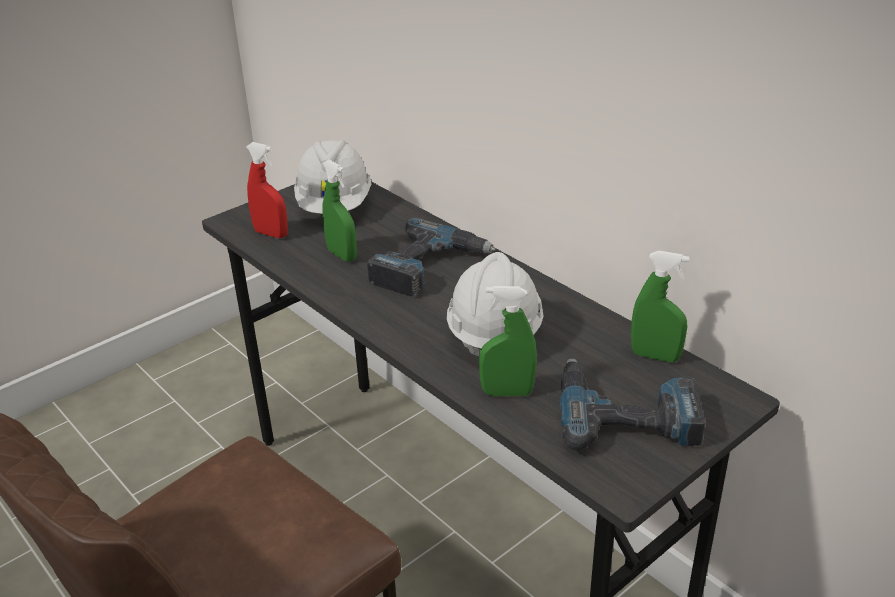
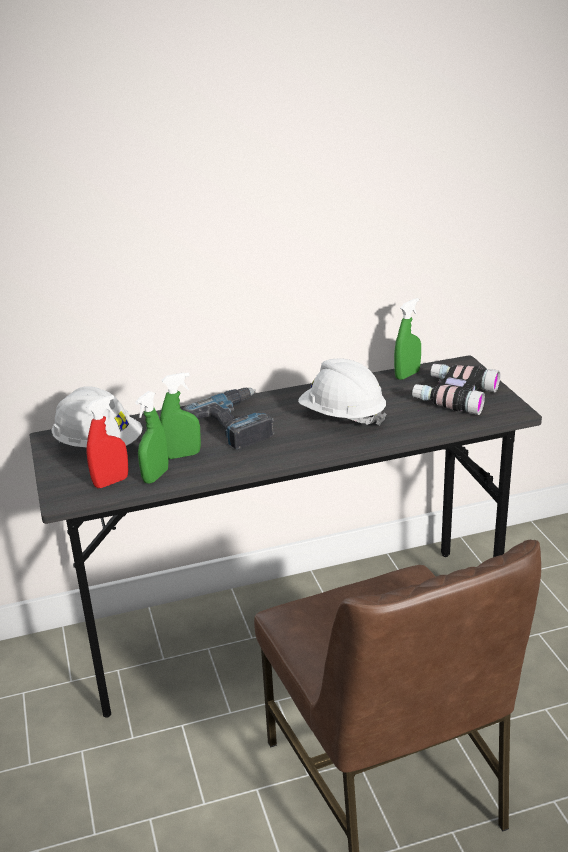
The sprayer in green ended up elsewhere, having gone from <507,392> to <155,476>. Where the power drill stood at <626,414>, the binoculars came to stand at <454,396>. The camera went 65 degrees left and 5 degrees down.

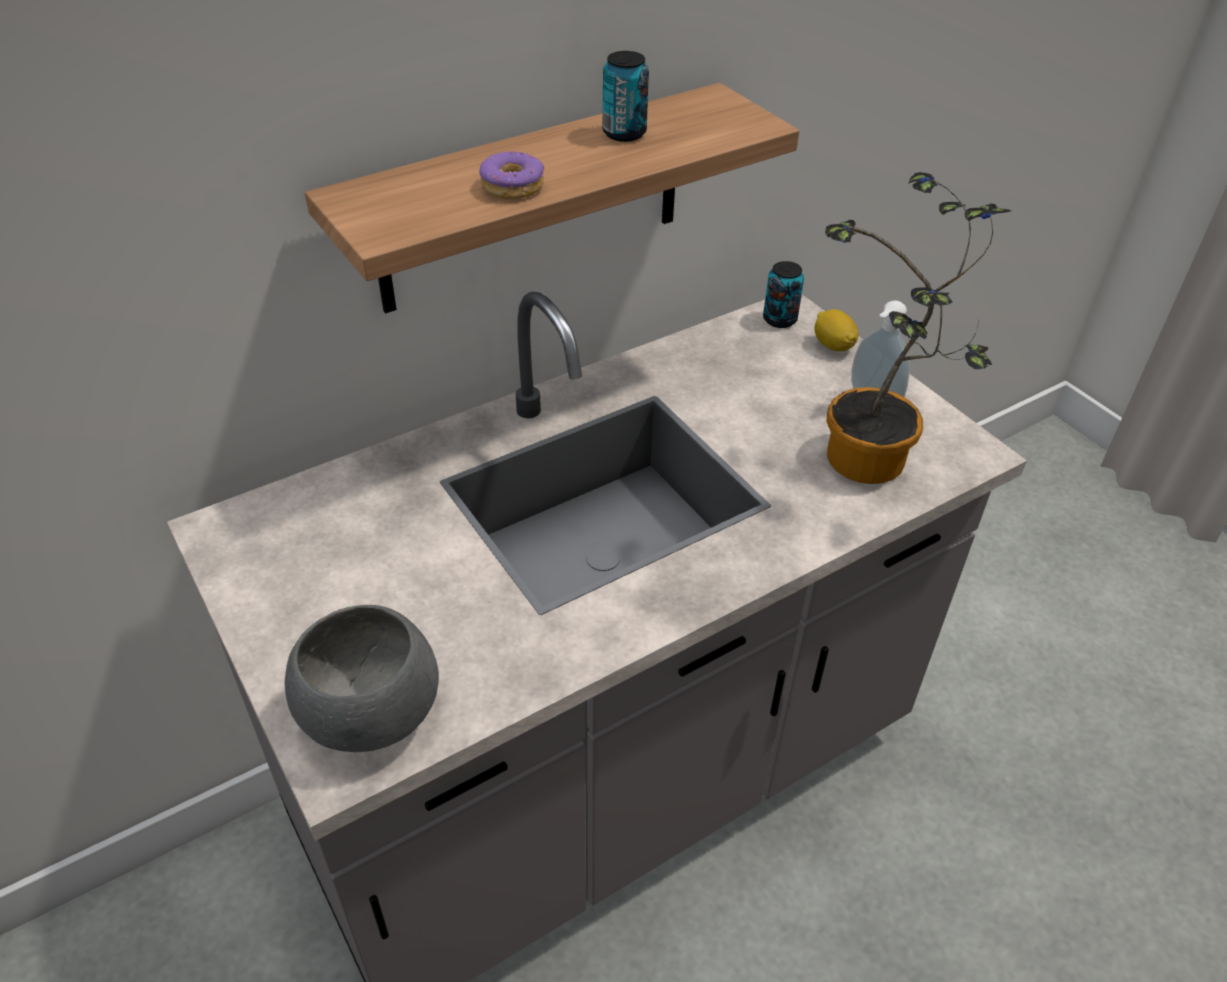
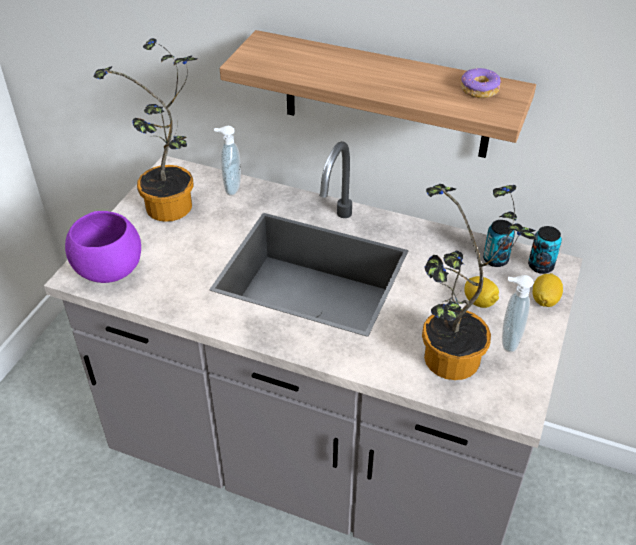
What was the deep dish in greyish at <370,714> turned into the deep dish in purplish at <110,269>. The ring doughnut ended up elsewhere, having gone from <513,186> to <480,90>. The sealed can ended up elsewhere, having gone from <624,133> to <495,259>. The second view gained the plant in a pot at <171,212>. The second view gained the soap bottle at <231,188>. The second view gained the lemon at <479,302>. The camera went 55 degrees right and 0 degrees up.

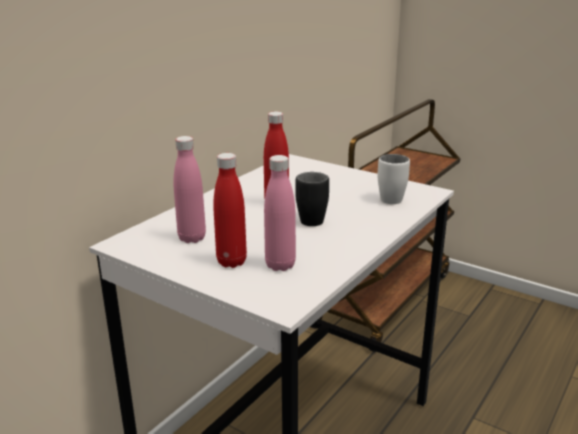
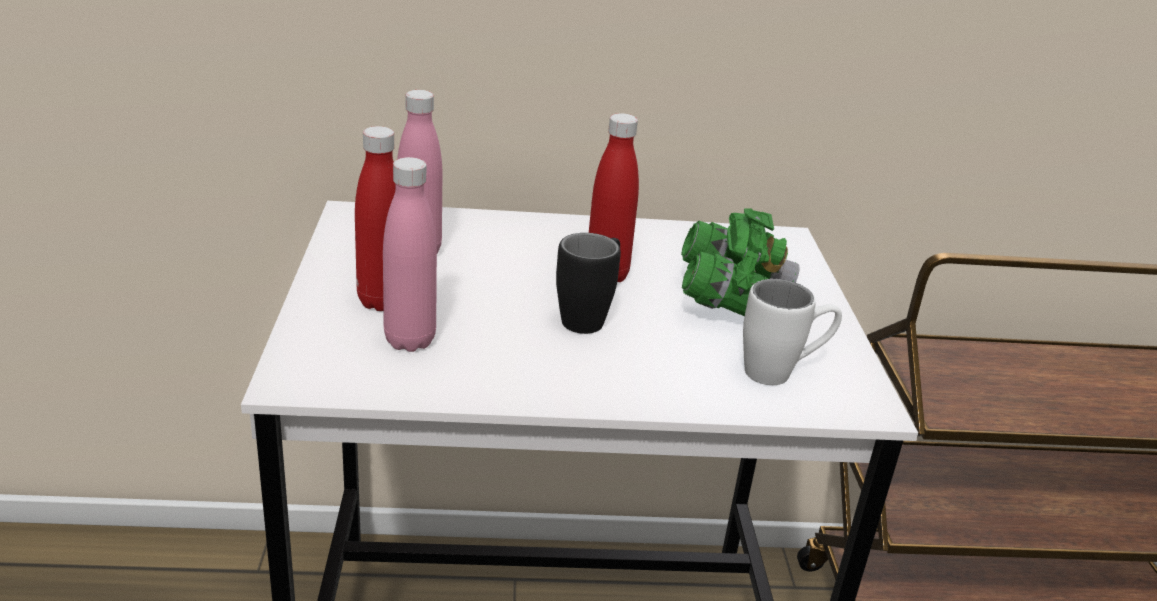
The second view gained the binoculars in green at <735,303>. The camera went 50 degrees right and 5 degrees up.

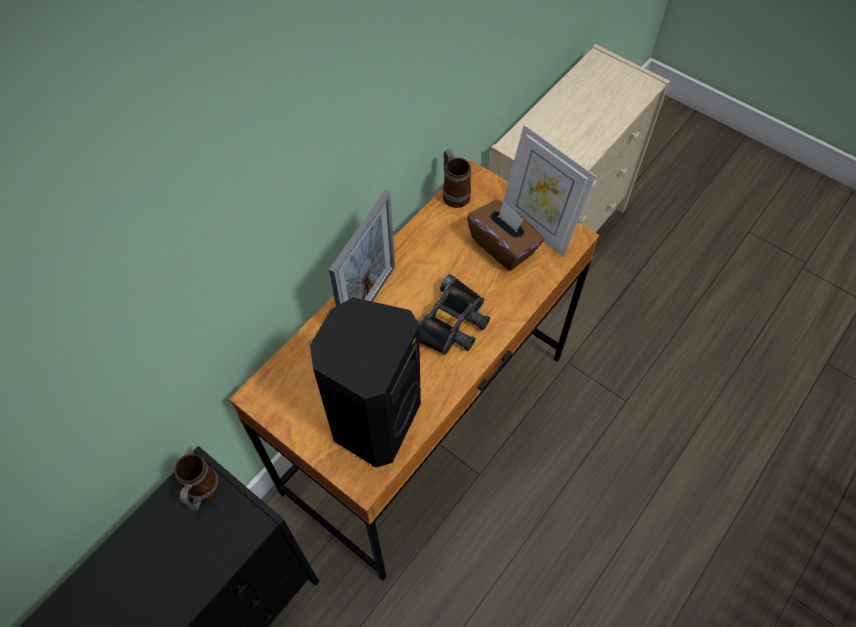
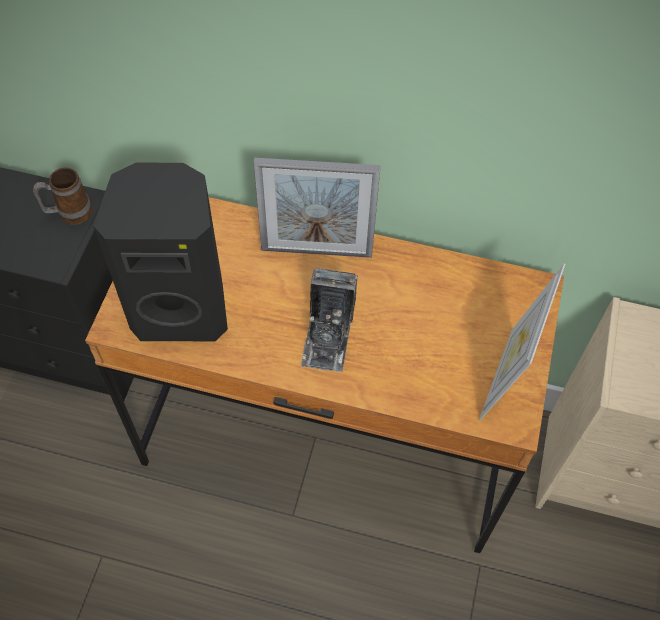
Where the binoculars in black stood at <451,323>, the still camera came to stand at <328,335>. The second view lost the tea mug at <454,193>. The second view lost the tissue holder in brown-coloured at <503,246>. The camera went 65 degrees right and 0 degrees up.

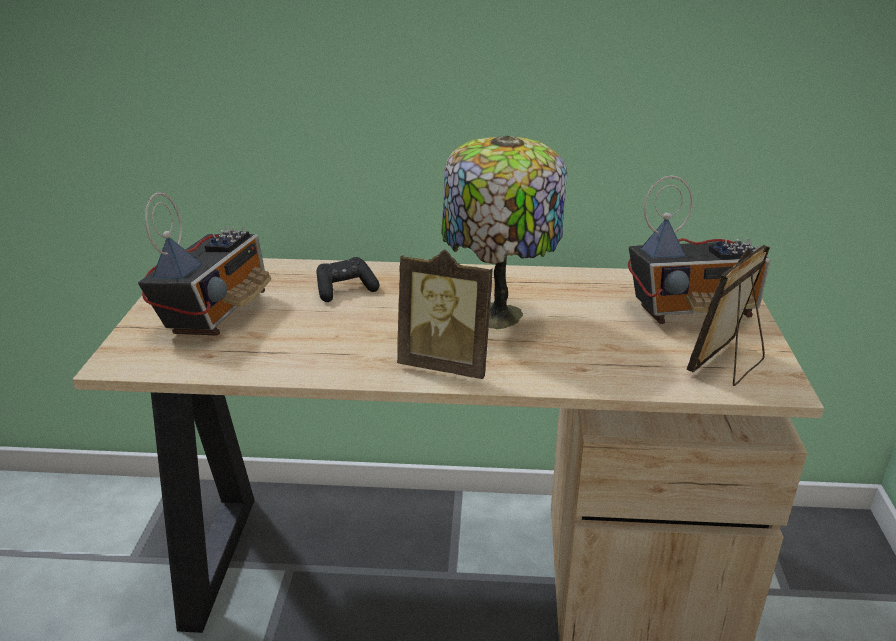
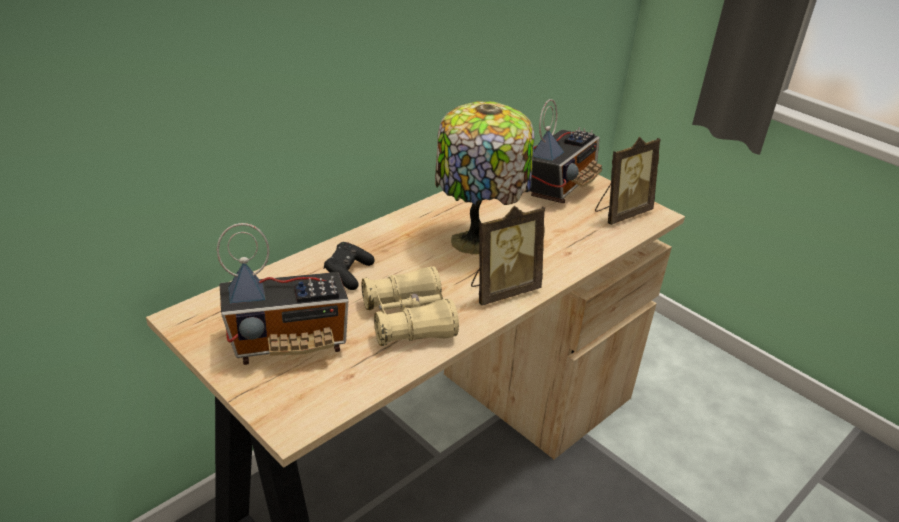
The radio set at <216,313> ended up facing another way, 105 degrees clockwise from before. The picture frame at <727,365> ended up facing another way, 120 degrees counterclockwise from before. The second view gained the binoculars in beige at <408,320>. The camera went 50 degrees left and 5 degrees up.

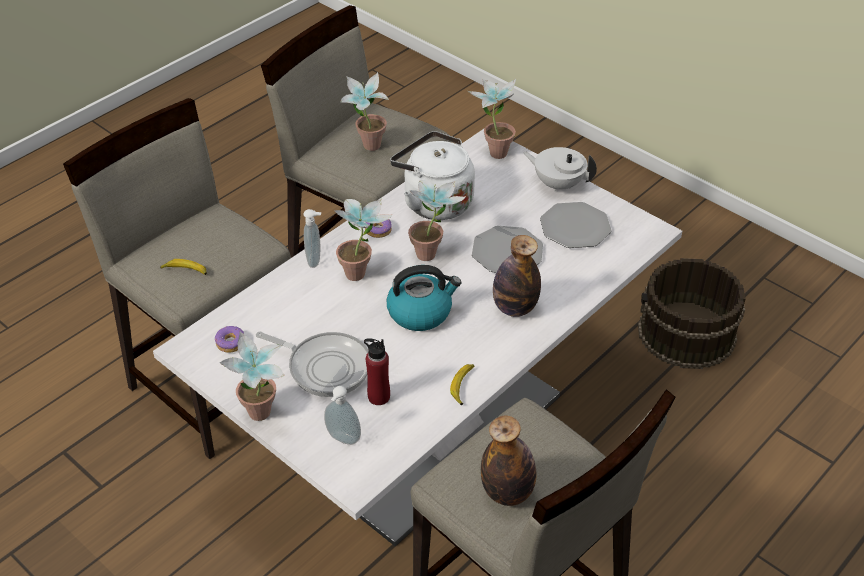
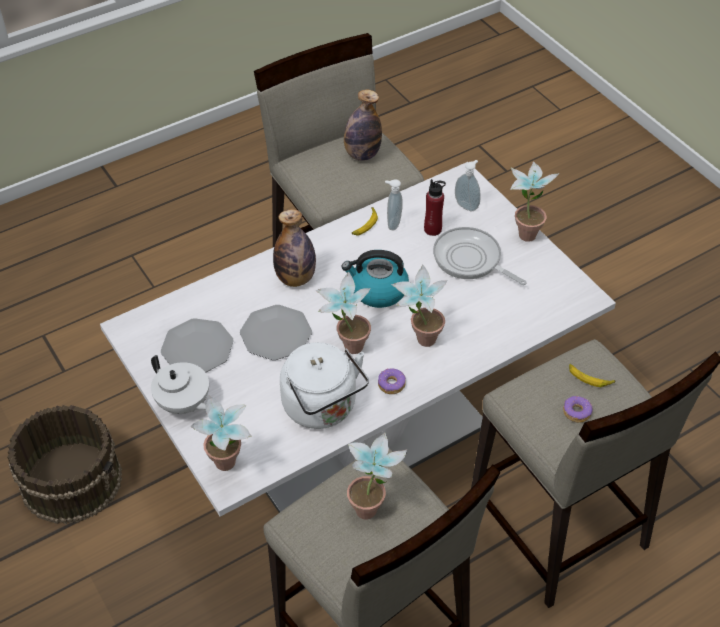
The ring doughnut ended up elsewhere, having gone from <231,343> to <576,412>. The soap bottle ended up elsewhere, having gone from <315,260> to <392,223>. The camera went 165 degrees left and 5 degrees up.

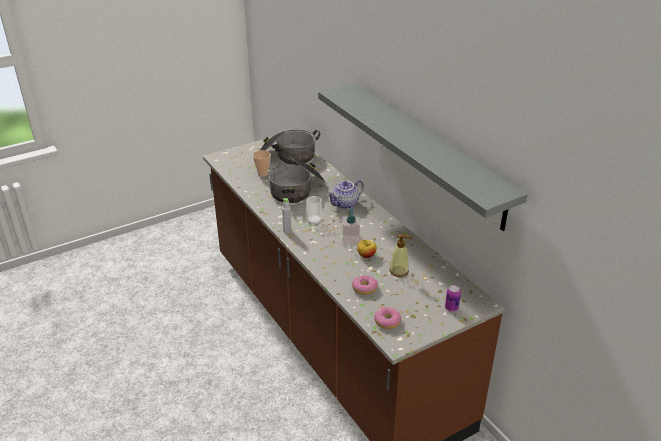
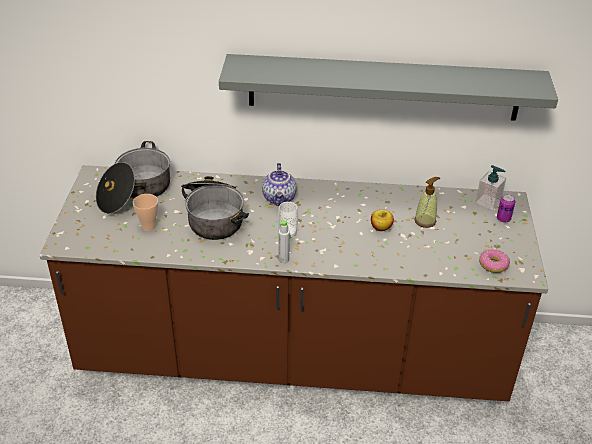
The soap bottle ended up elsewhere, having gone from <350,240> to <488,202>. The second view lost the ring doughnut at <365,288>. The camera went 55 degrees left and 5 degrees up.

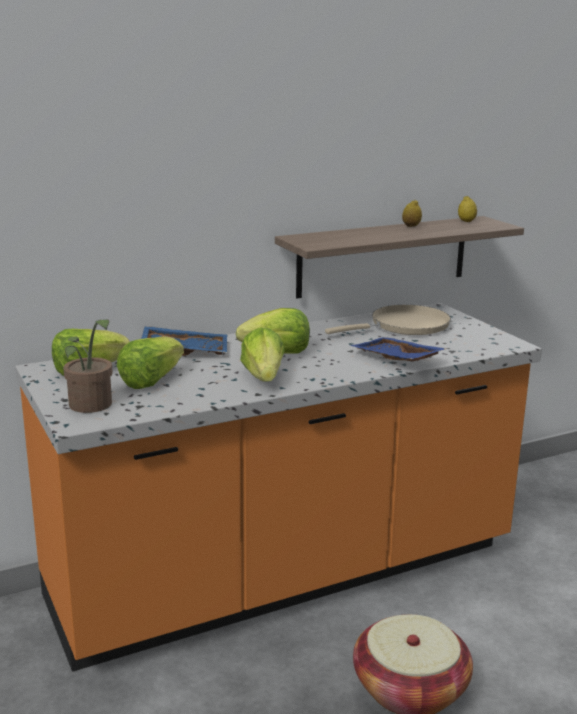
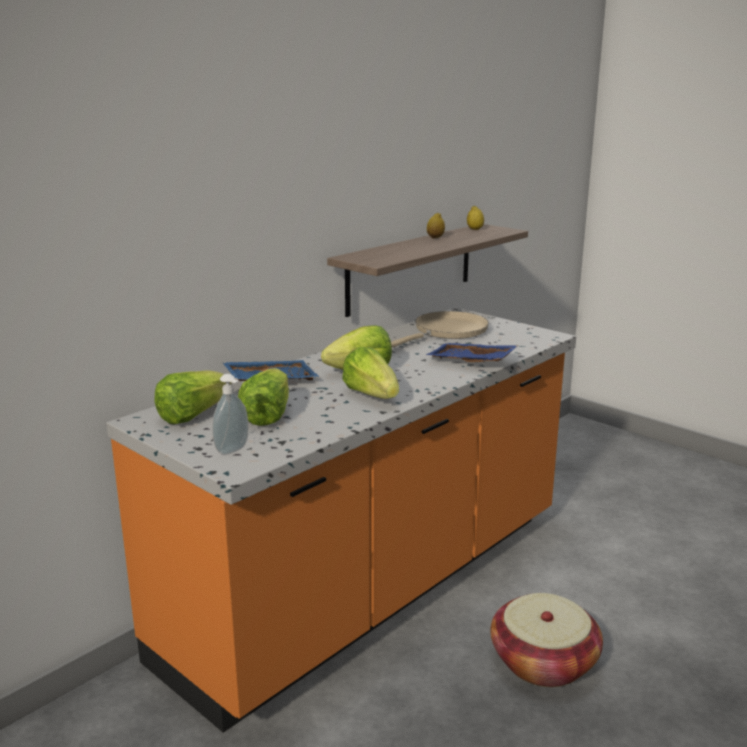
Where the plant in a pot stood at <91,406>, the soap bottle came to stand at <233,450>. The camera went 20 degrees left and 0 degrees up.

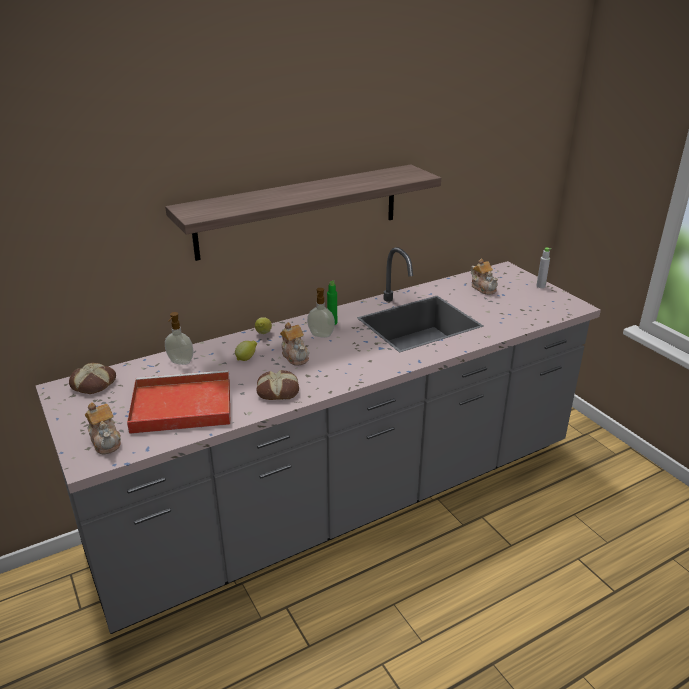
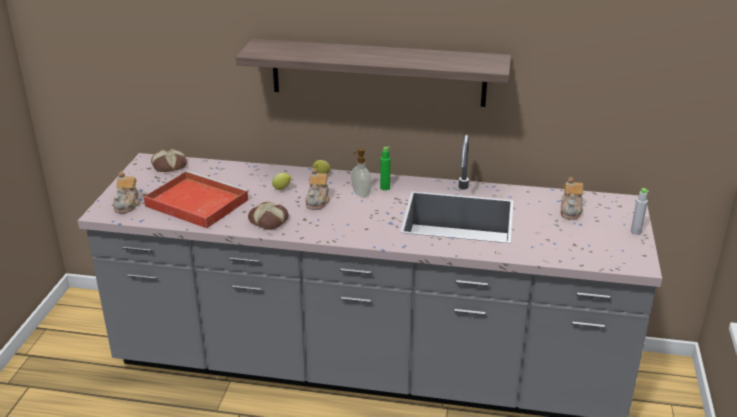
The second view lost the soap bottle at <180,362>. The camera went 40 degrees right and 0 degrees up.

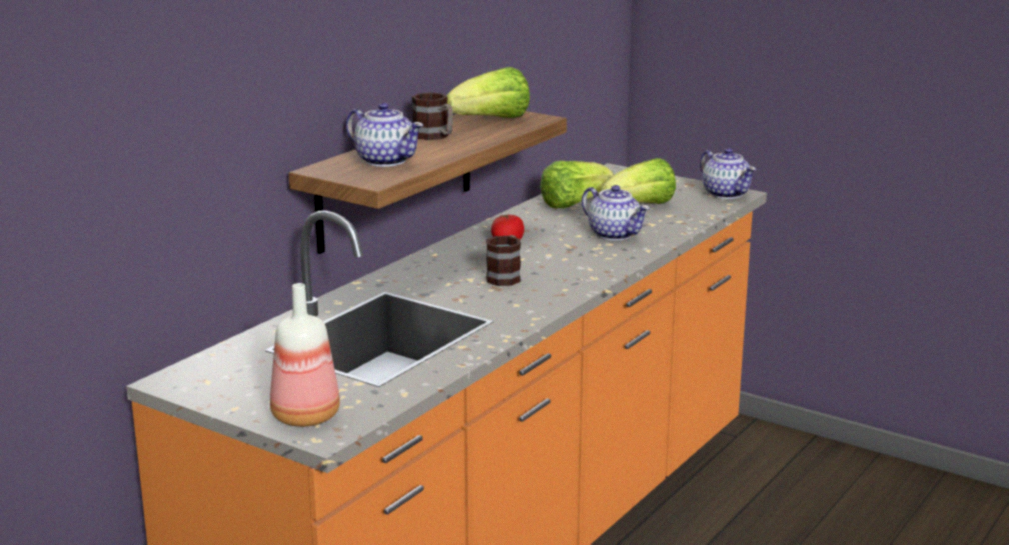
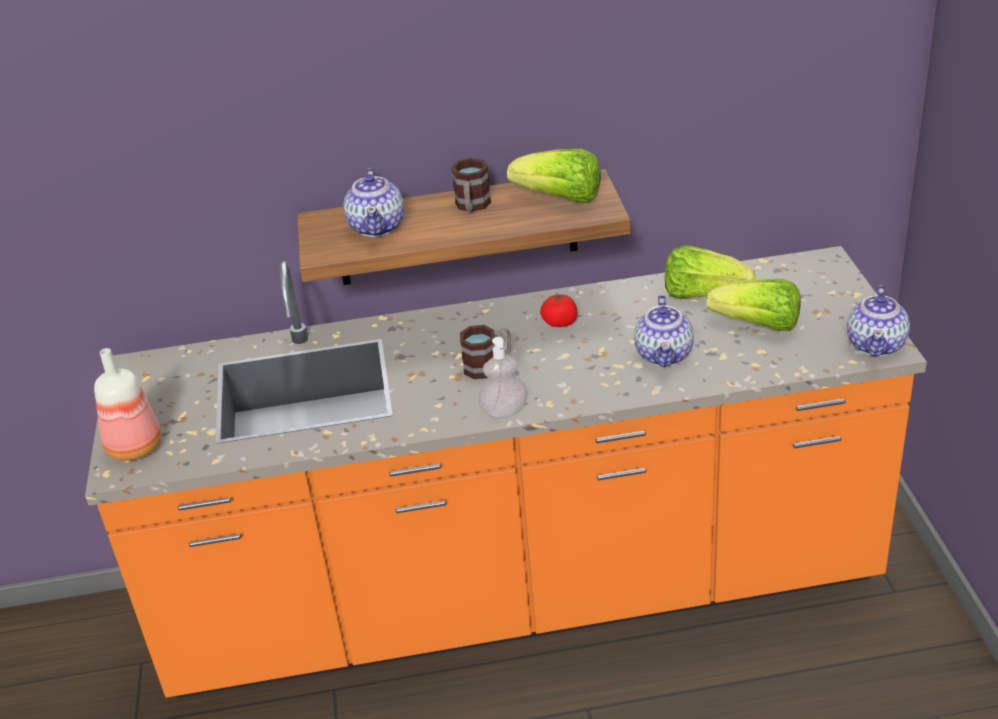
The second view gained the soap bottle at <504,411>. The camera went 50 degrees right and 15 degrees up.

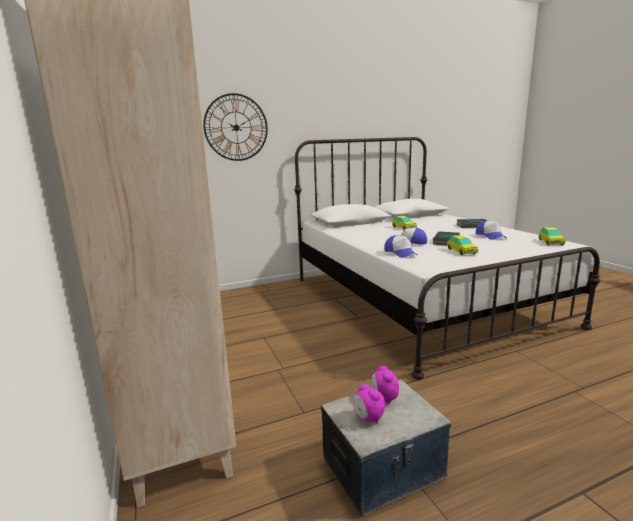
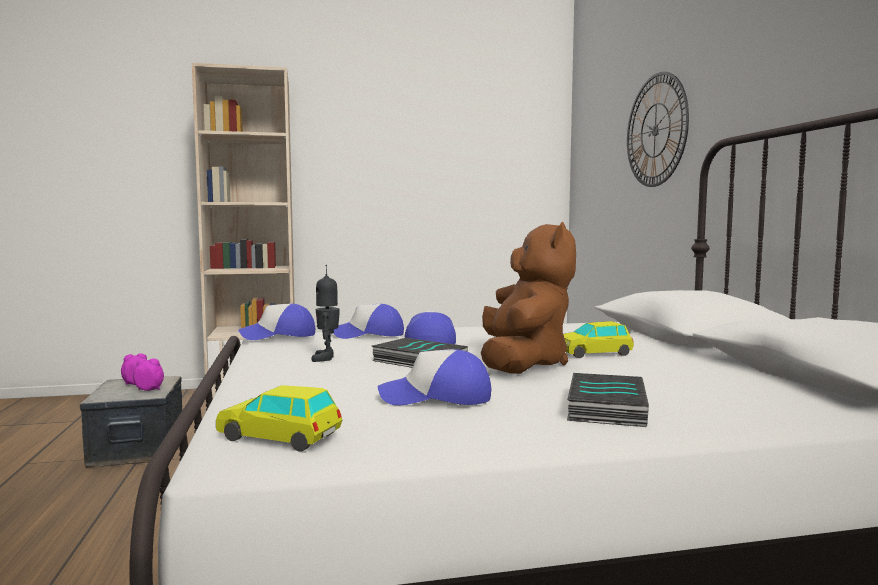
Where the miniature car stood at <461,251>, the toy robot came to stand at <326,358>. The second view gained the cap at <279,336>. The second view gained the soft toy in brown-coloured at <522,364>. The camera went 100 degrees right and 10 degrees down.

